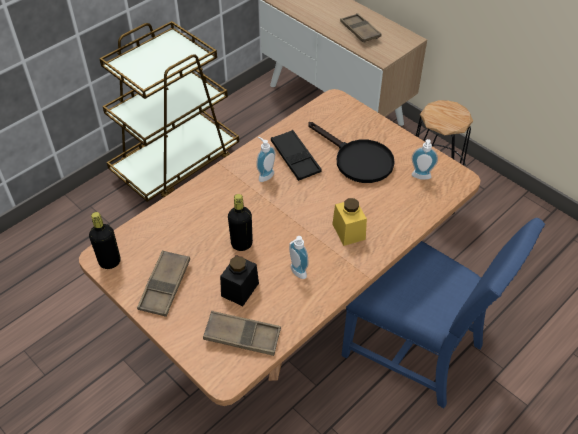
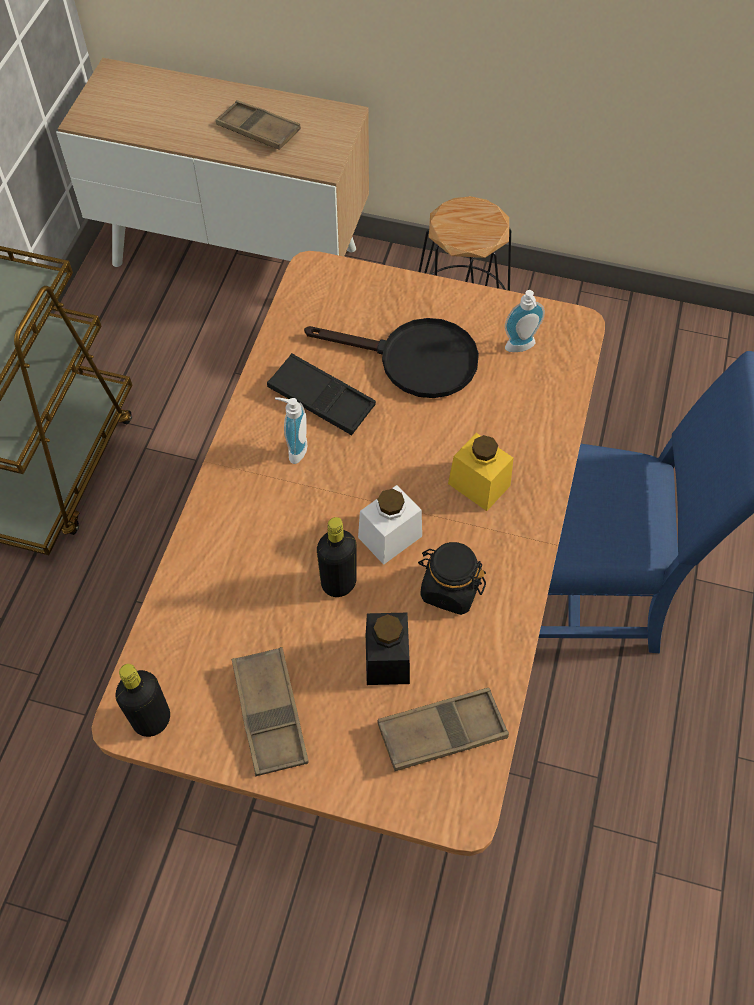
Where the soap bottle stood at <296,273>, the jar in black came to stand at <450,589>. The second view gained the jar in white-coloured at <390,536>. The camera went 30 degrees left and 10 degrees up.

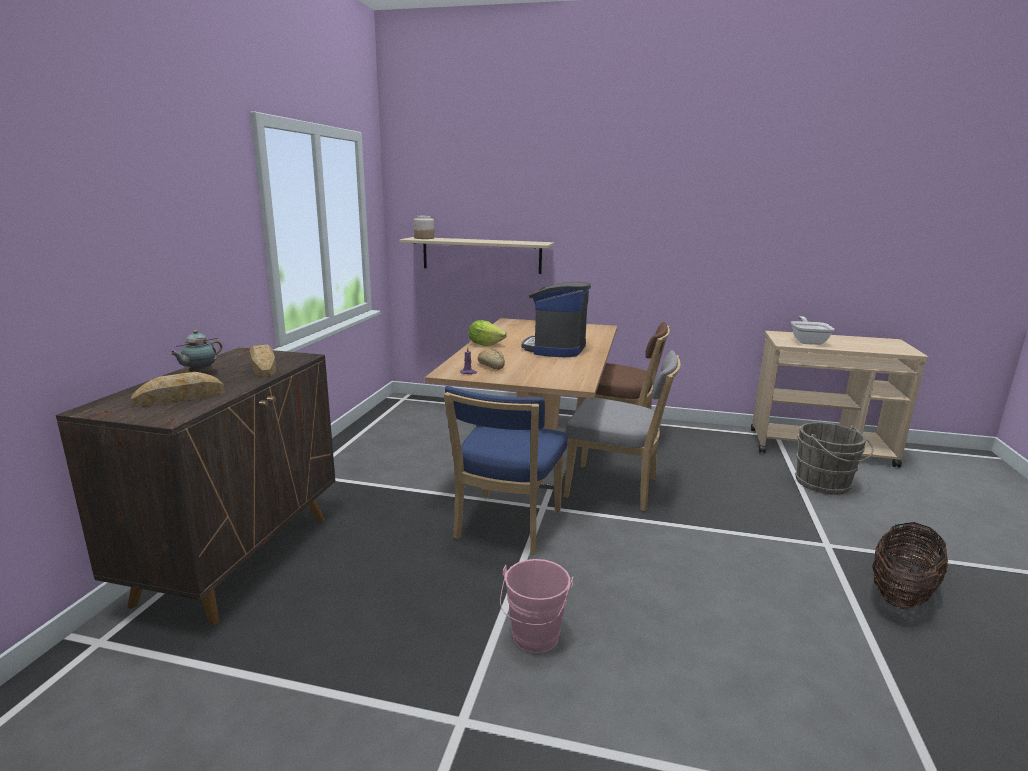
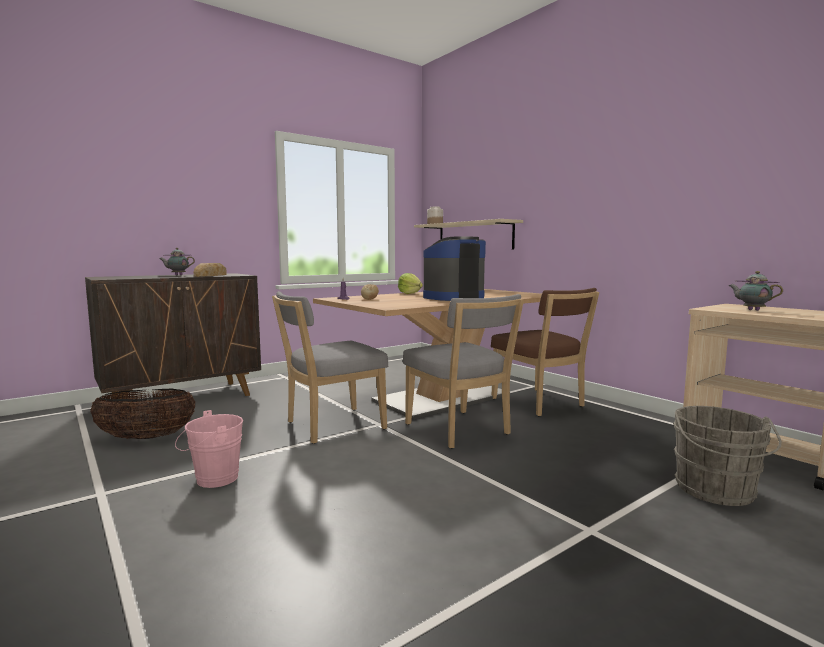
The second view lost the bakery bread at <180,397>. What was the chair in blue at <506,527> turned into the chair in greyish at <331,426>. Where the pan stood at <808,341>, the tea pot came to stand at <752,310>. The household basket ended up elsewhere, having gone from <901,594> to <146,437>. The camera went 40 degrees right and 10 degrees down.

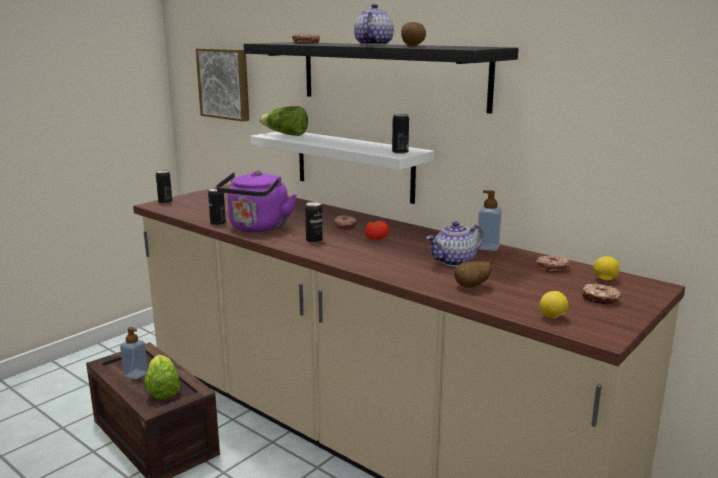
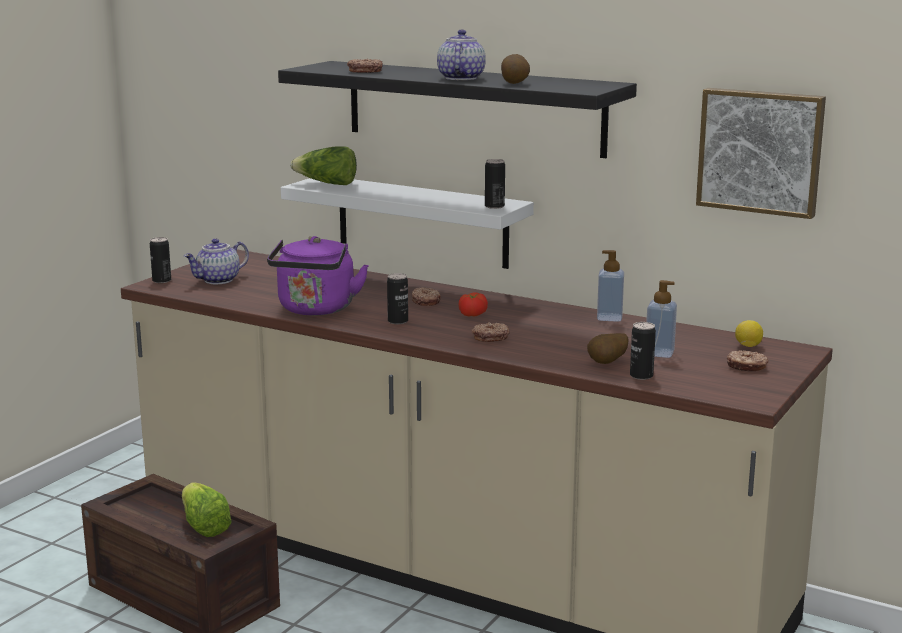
The soap bottle ended up elsewhere, having gone from <136,374> to <659,353>. The wall art ended up elsewhere, having gone from <225,83> to <761,151>. The sealed can ended up elsewhere, having gone from <218,223> to <641,376>. The tea pot ended up elsewhere, having gone from <454,262> to <218,280>. The ring doughnut ended up elsewhere, having gone from <552,268> to <490,337>. The second view lost the lemon at <552,317>. The camera went 10 degrees left and 0 degrees up.

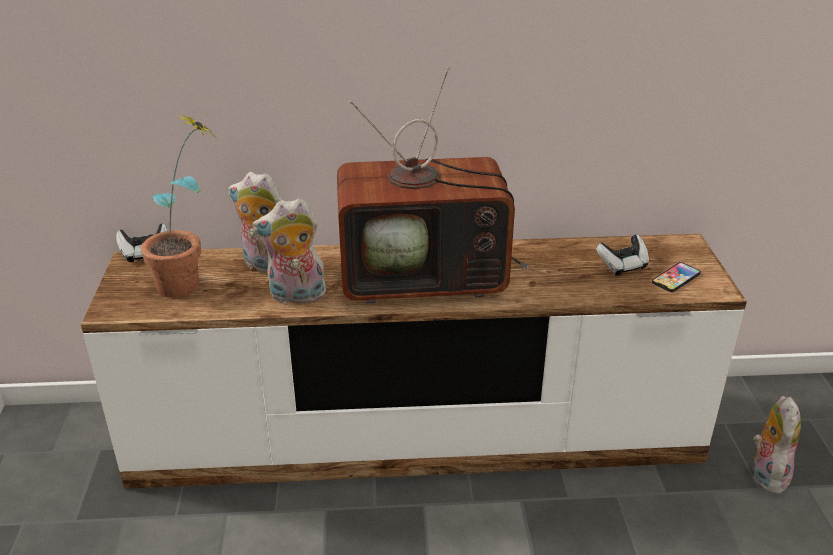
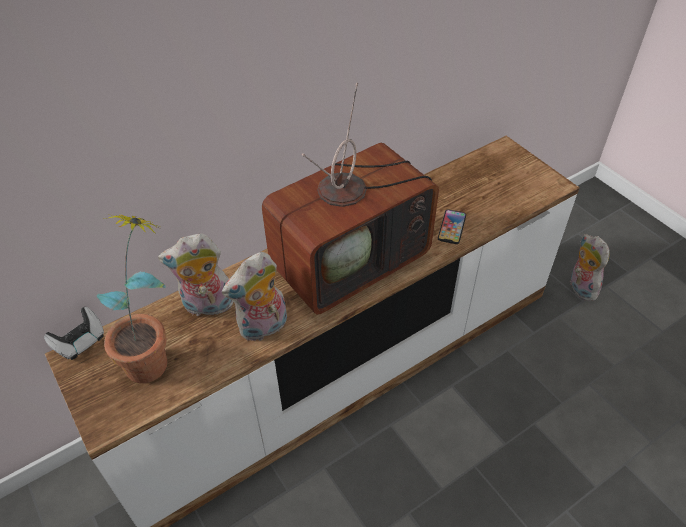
The second view lost the joypad at <622,266>. The telephone ended up elsewhere, having gone from <676,278> to <452,227>. The camera went 30 degrees left and 15 degrees up.

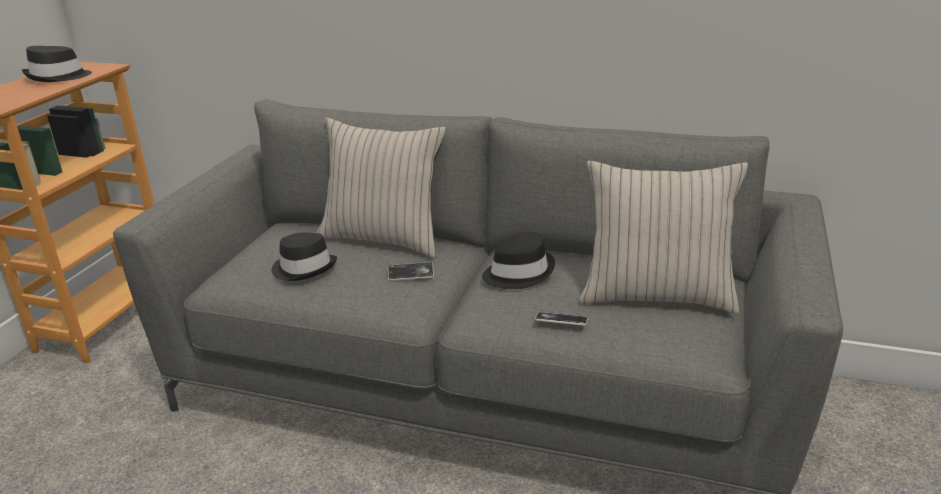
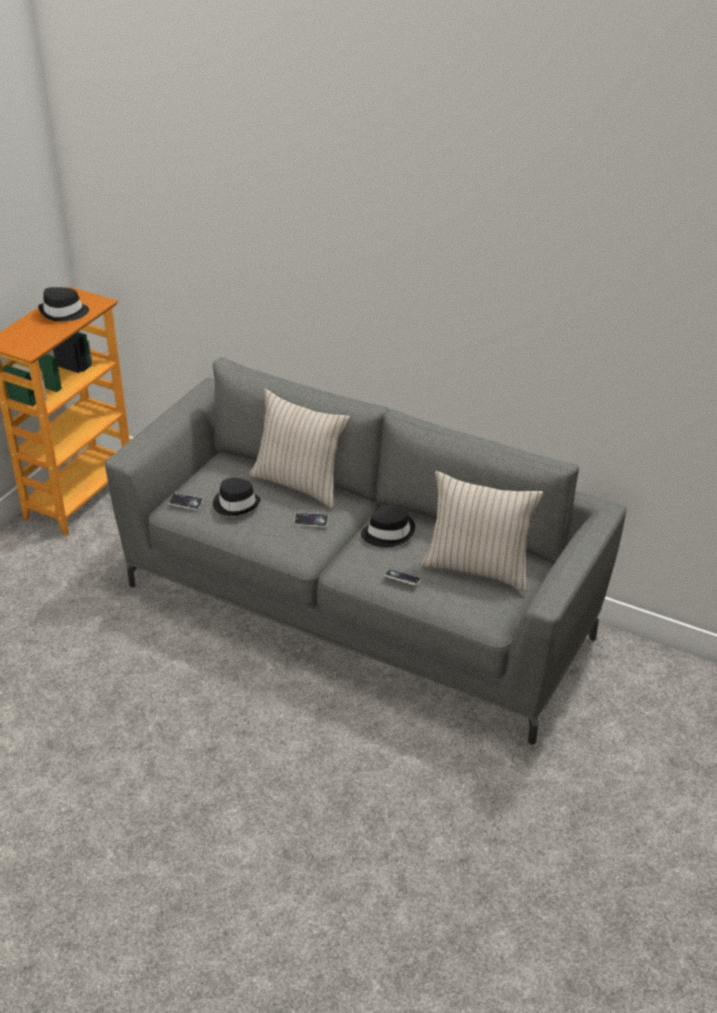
The second view gained the telephone at <186,503>. The camera went 10 degrees right and 10 degrees up.

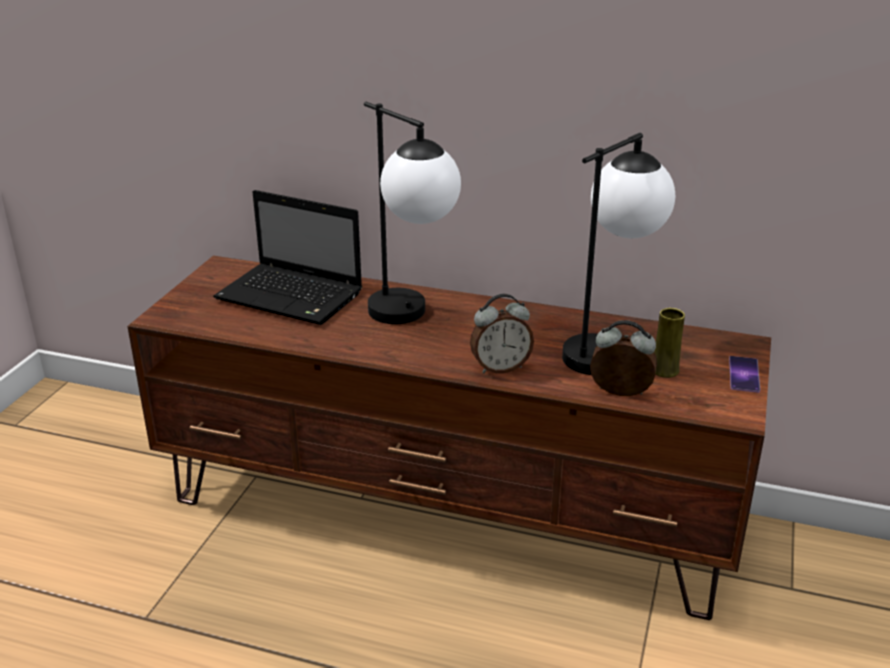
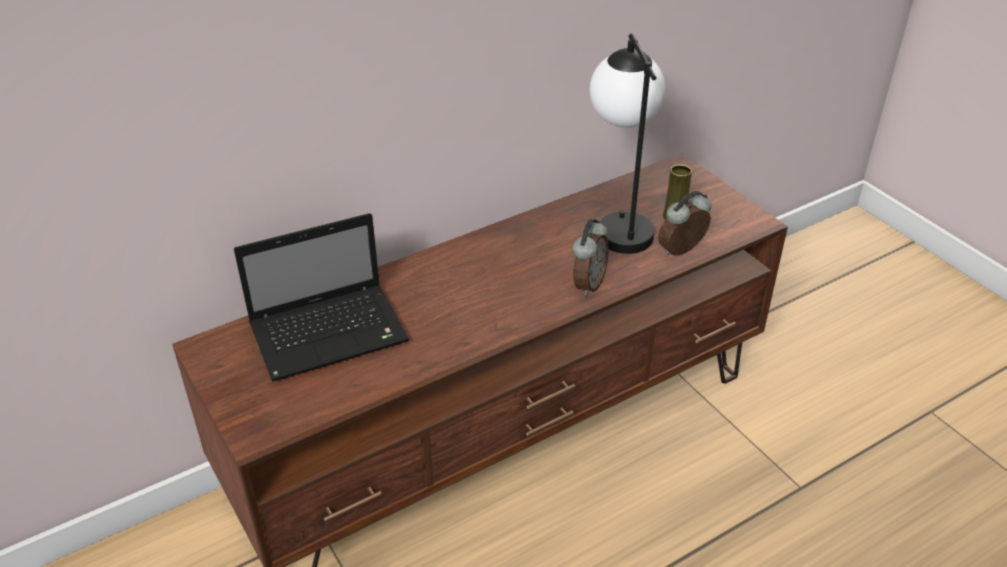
The second view lost the table lamp at <412,319>. The second view lost the telephone at <744,374>. The camera went 50 degrees left and 10 degrees up.

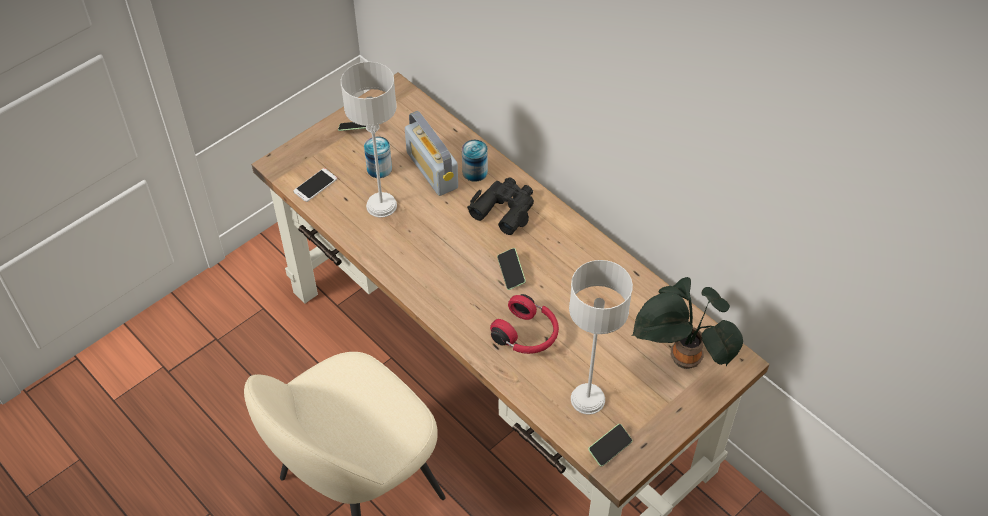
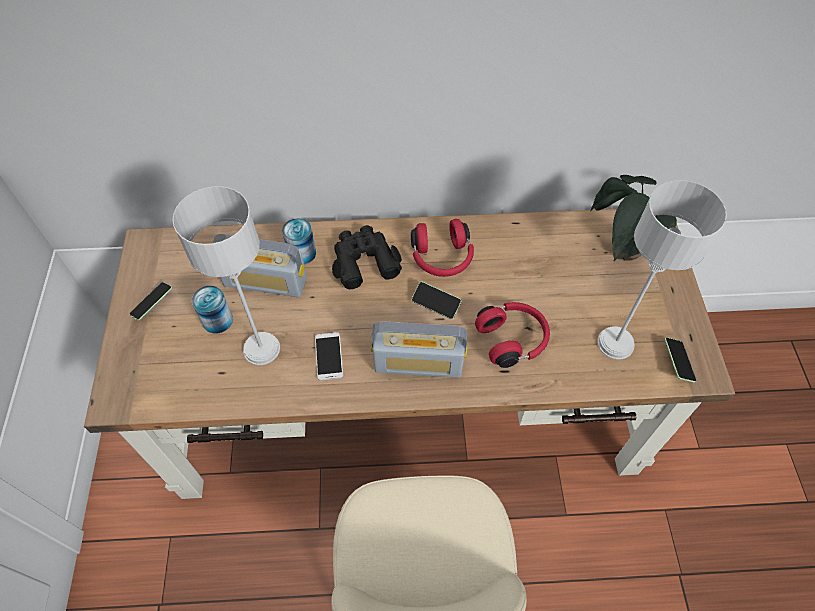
The telephone ended up elsewhere, having gone from <315,185> to <328,356>. The second view gained the radio set at <418,363>. The second view gained the pair of headphones in reddish at <442,258>. The camera went 50 degrees left and 5 degrees up.

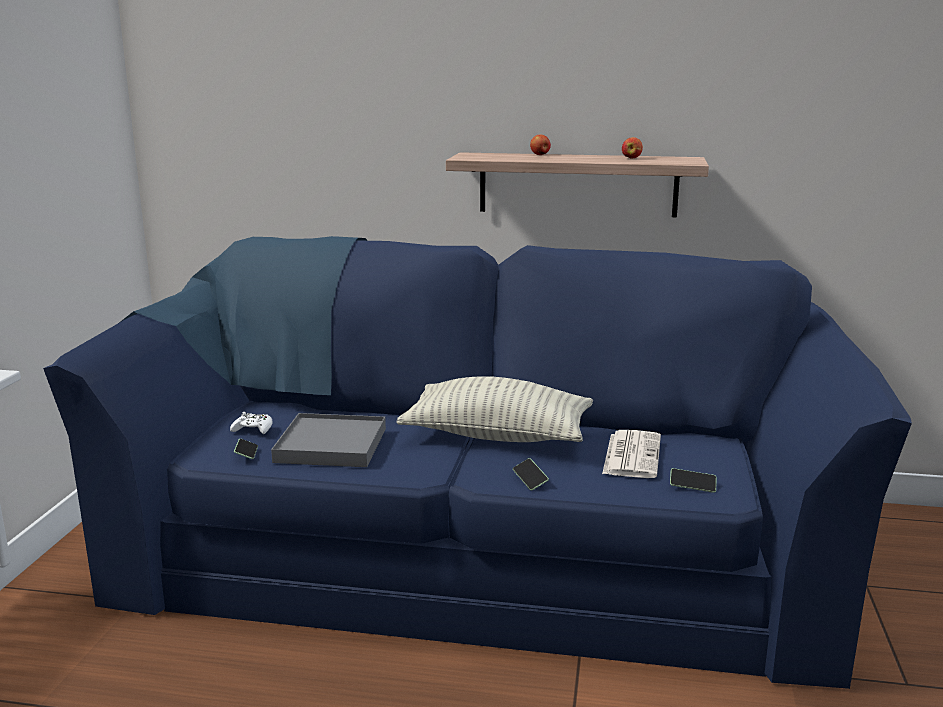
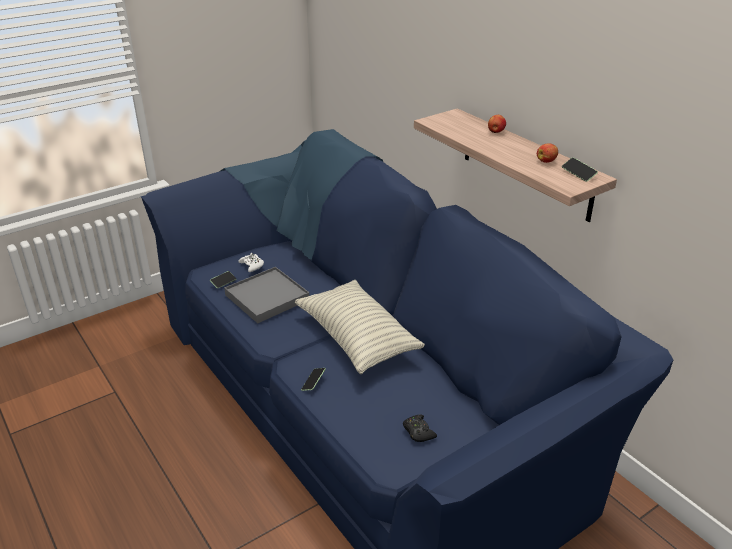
The second view lost the printed paper at <631,455>. The telephone ended up elsewhere, having gone from <692,486> to <578,174>. The second view gained the joypad in black at <418,432>. The camera went 45 degrees right and 15 degrees up.

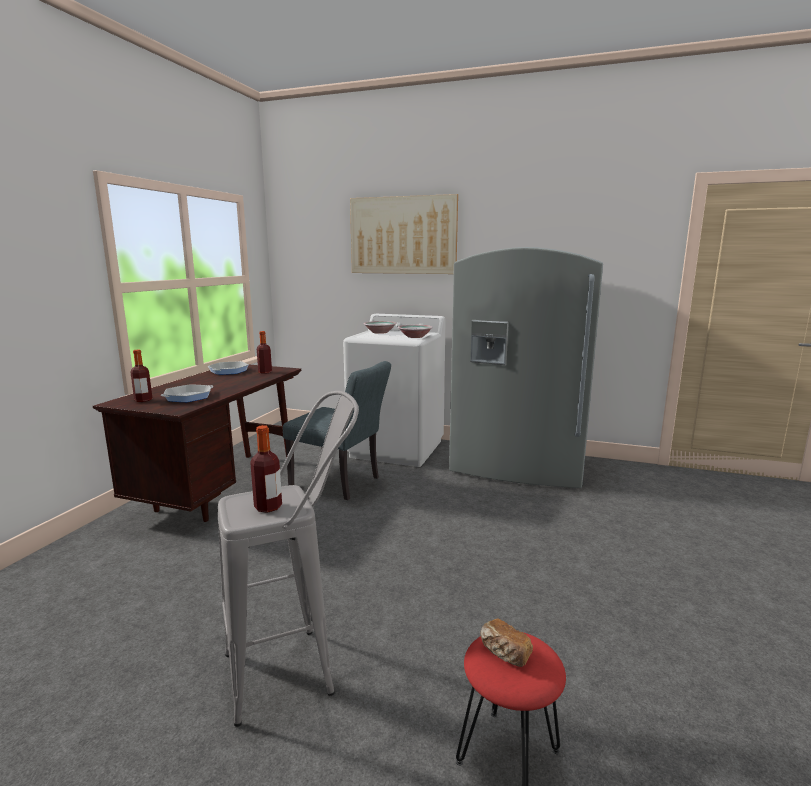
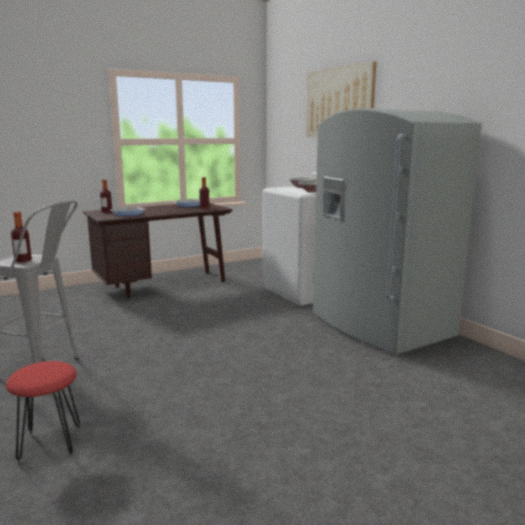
The second view lost the chair in greyish at <340,483>. The second view lost the bakery bread at <504,653>. The camera went 40 degrees right and 0 degrees up.

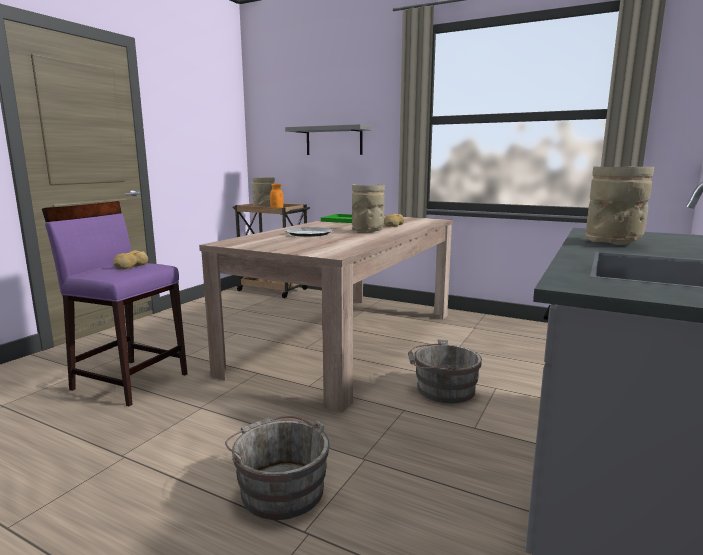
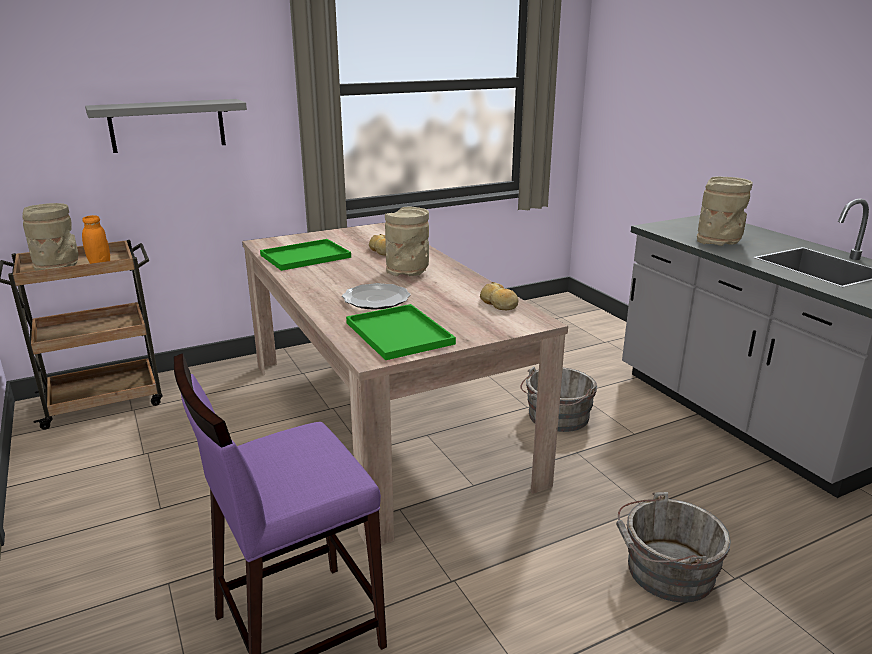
The bakery bread ended up elsewhere, having gone from <130,266> to <498,304>. The second view gained the tray in green at <397,332>. The camera went 55 degrees left and 10 degrees up.

